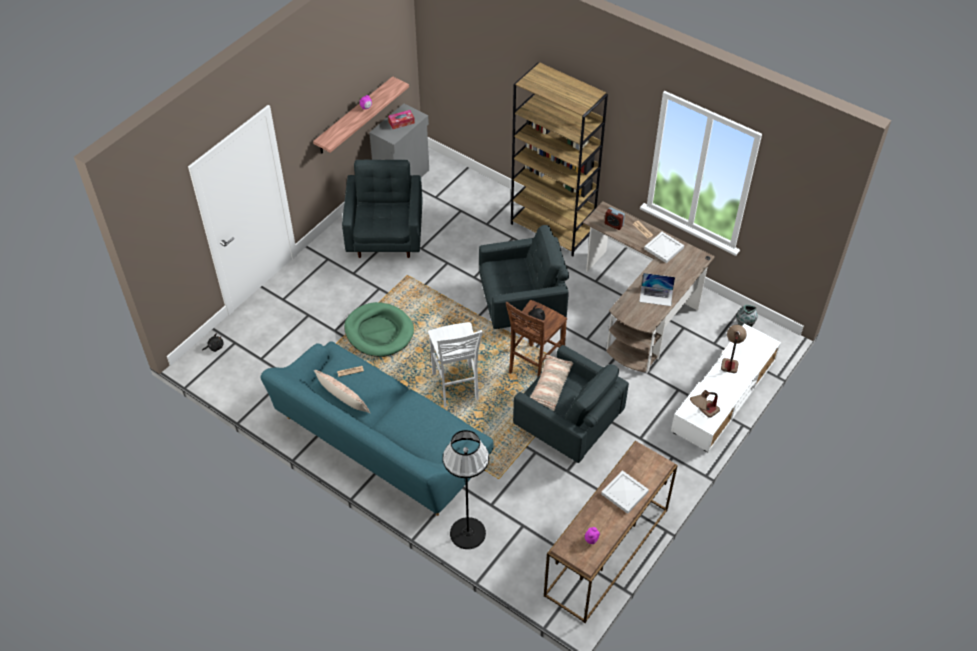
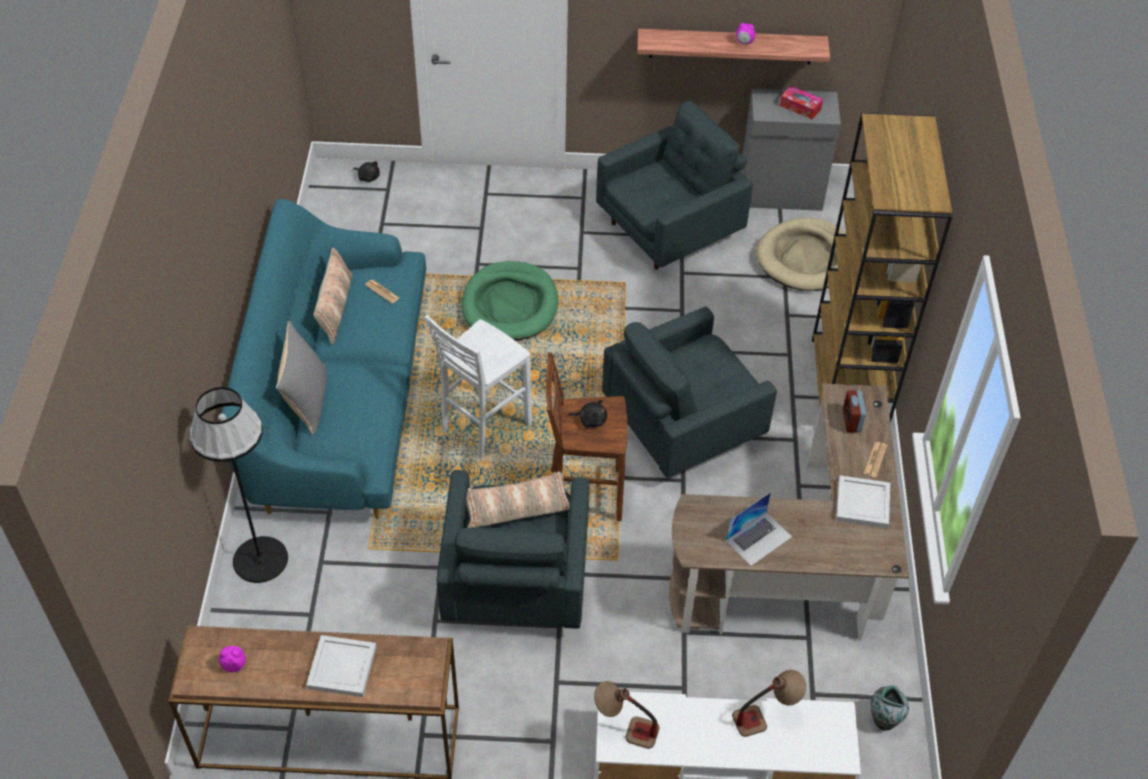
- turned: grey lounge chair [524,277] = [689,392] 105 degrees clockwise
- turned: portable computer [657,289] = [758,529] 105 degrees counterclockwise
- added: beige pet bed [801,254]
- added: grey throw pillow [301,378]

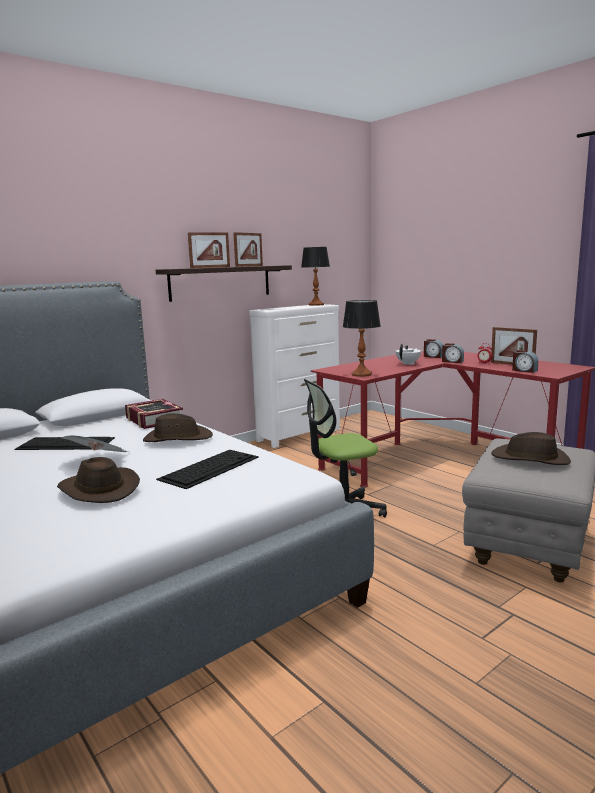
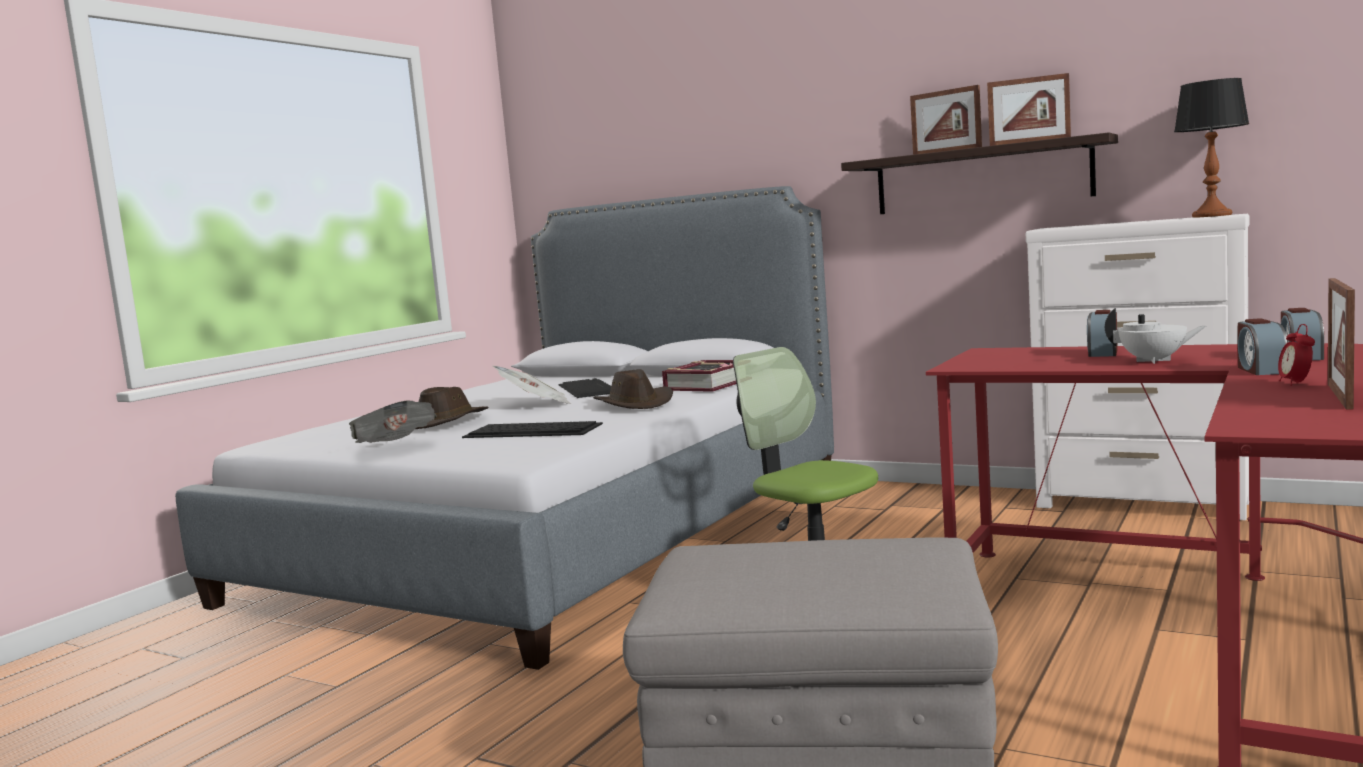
- removed: tabletop lamp [362,338]
- moved: table clock [525,361] to [1102,333]
- removed: brown-coloured clothing hat [531,448]
- added: newspaper [393,421]

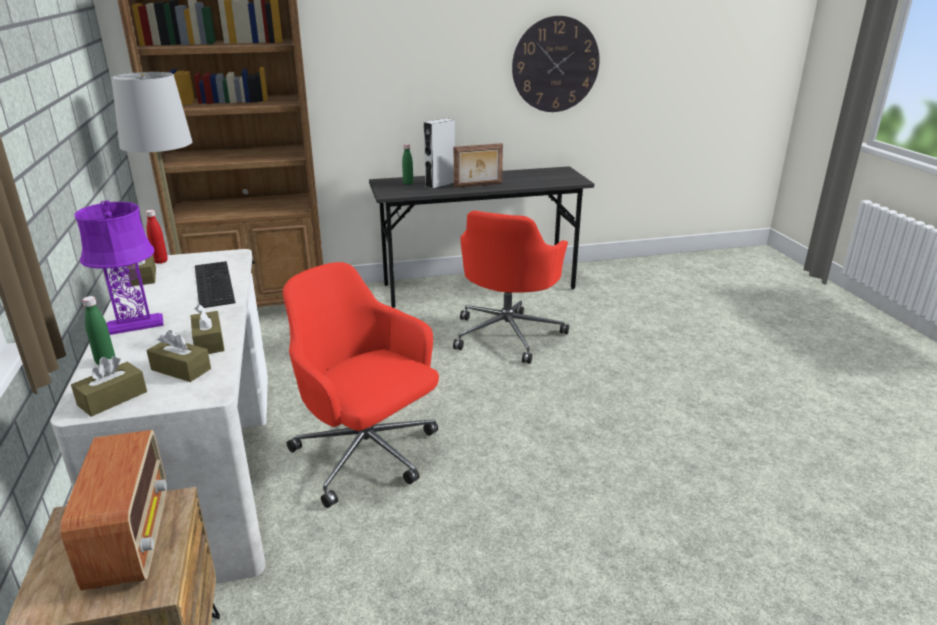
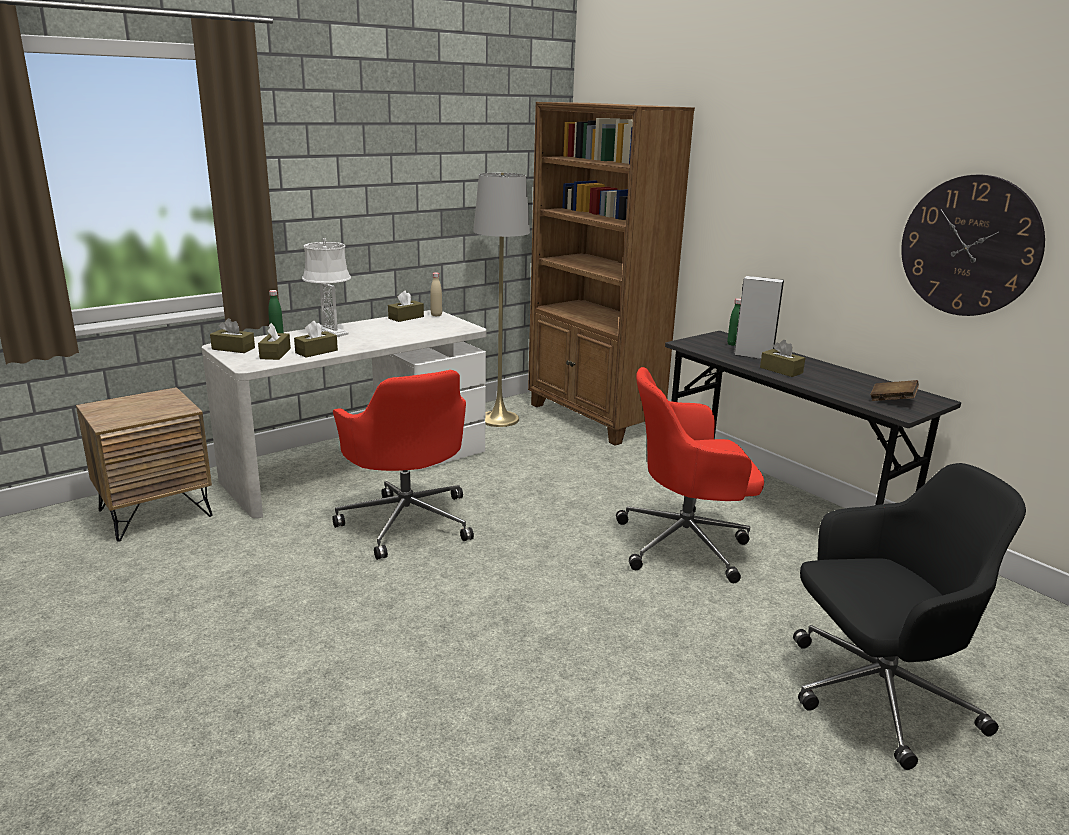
- replaced: picture frame [478,165] to brown-coloured box of tissues [782,358]
- recoloured: purple tabletop lamp [119,268] to white tabletop lamp [326,287]
- recoloured: red-coloured drink bottle [156,237] to beige drink bottle [436,294]
- removed: keyboard [215,284]
- turned: red-coloured office chair [361,385] = [403,465] 135 degrees clockwise
- removed: radio set [113,510]
- added: brown-coloured bound book [894,390]
- added: black office chair [909,616]

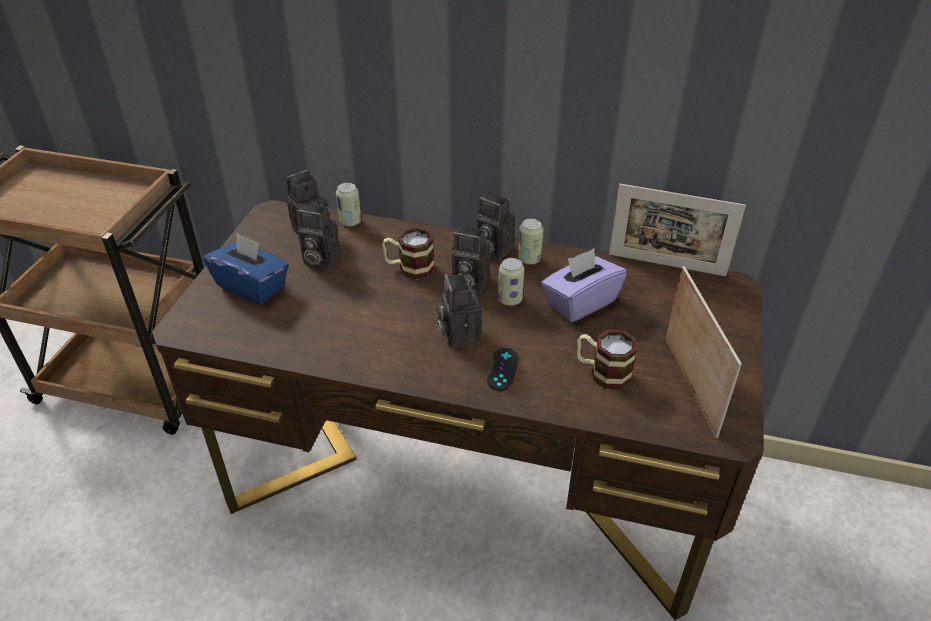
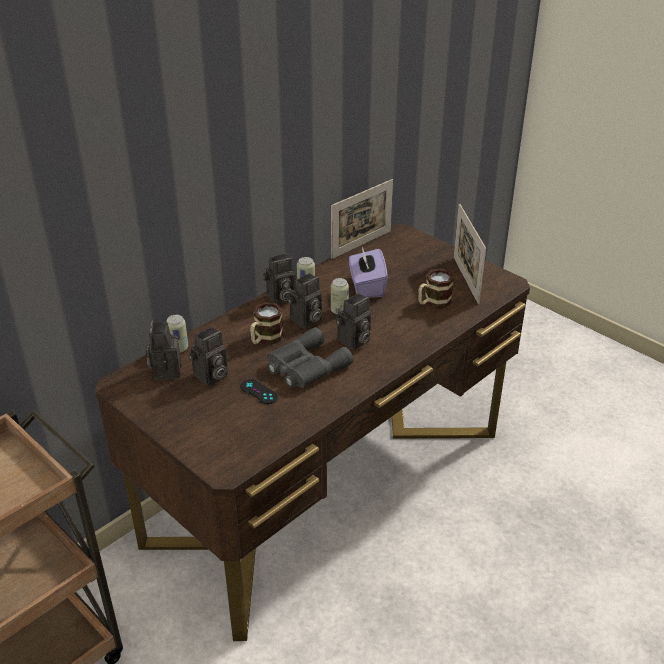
- removed: bluish box of tissues [246,269]
- turned: picture frame [704,352] = [470,254] 120 degrees counterclockwise
- turned: still camera [459,310] = [353,321] 60 degrees counterclockwise
- moved: black gamepad [503,369] to [259,391]
- added: grey binoculars [310,357]

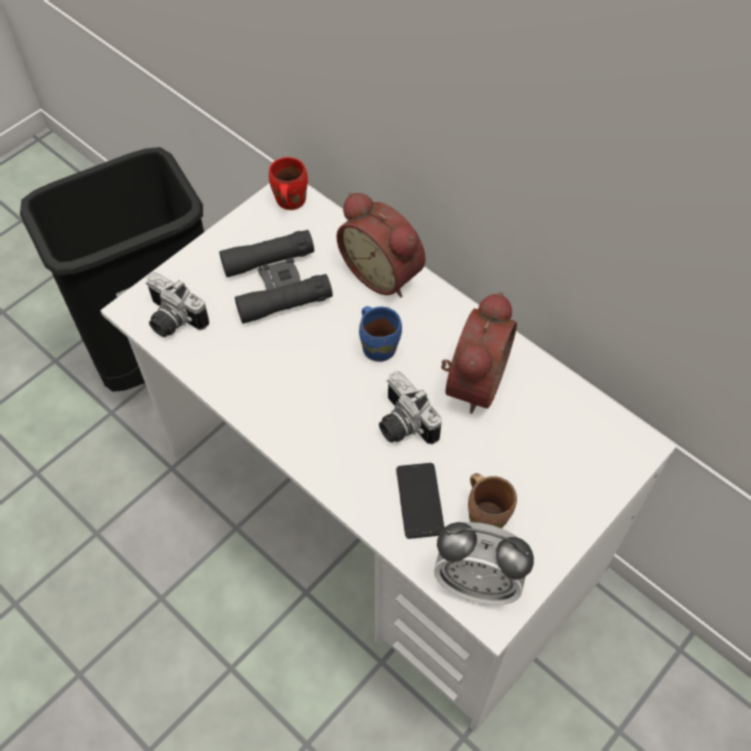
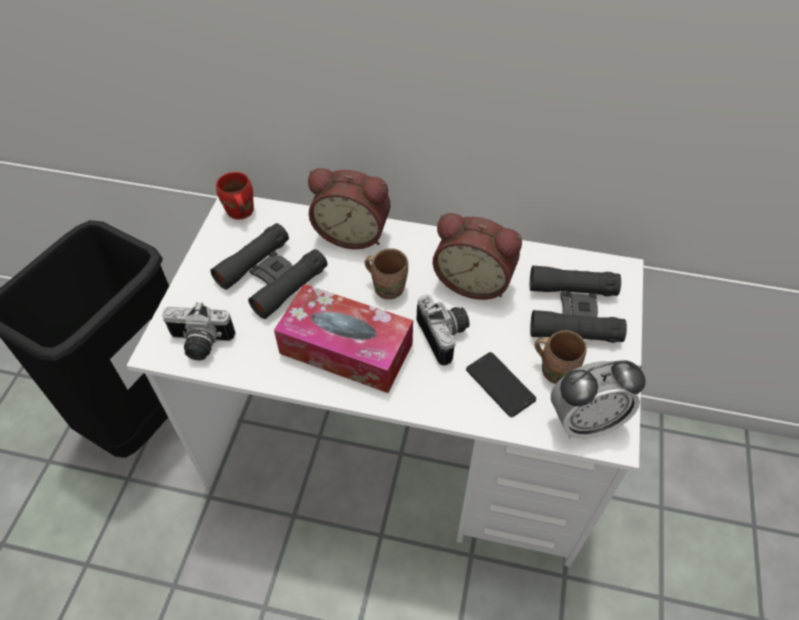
- turned: table clock [479,353] = [477,256] 120 degrees clockwise
- recoloured: bluish coffee mug [380,334] to brown-coloured coffee mug [386,274]
- turned: still camera [410,407] = [443,330] 135 degrees counterclockwise
- added: black binoculars [578,304]
- added: box of tissues [343,338]

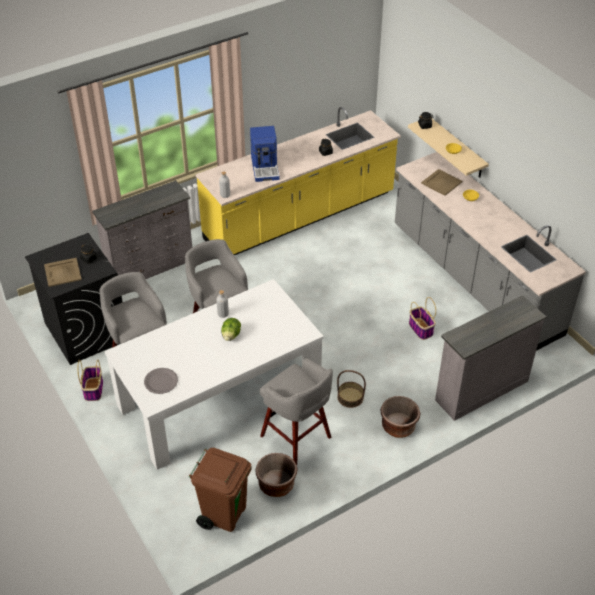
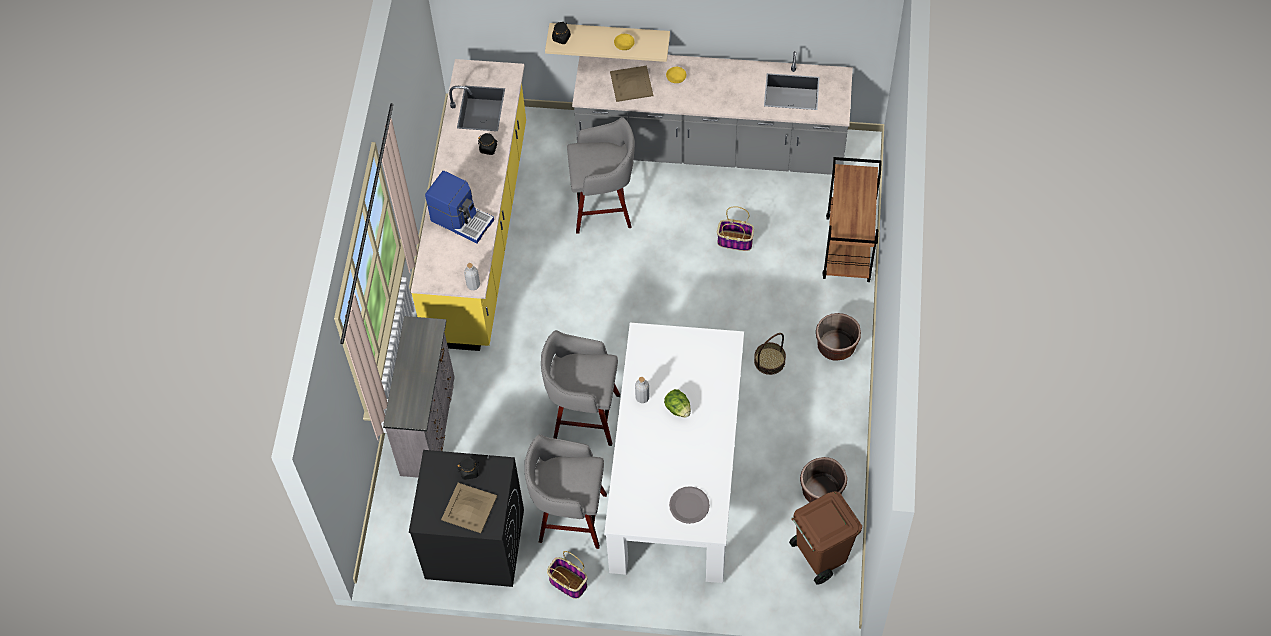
- replaced: grey dresser [490,358] to brown-coloured trolley [852,219]
- moved: grey sitting stool [296,411] to [601,175]

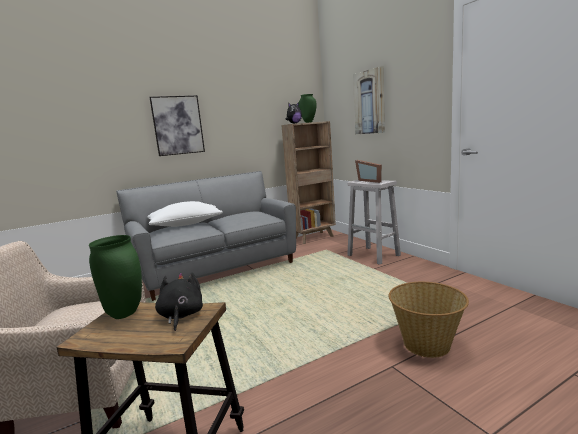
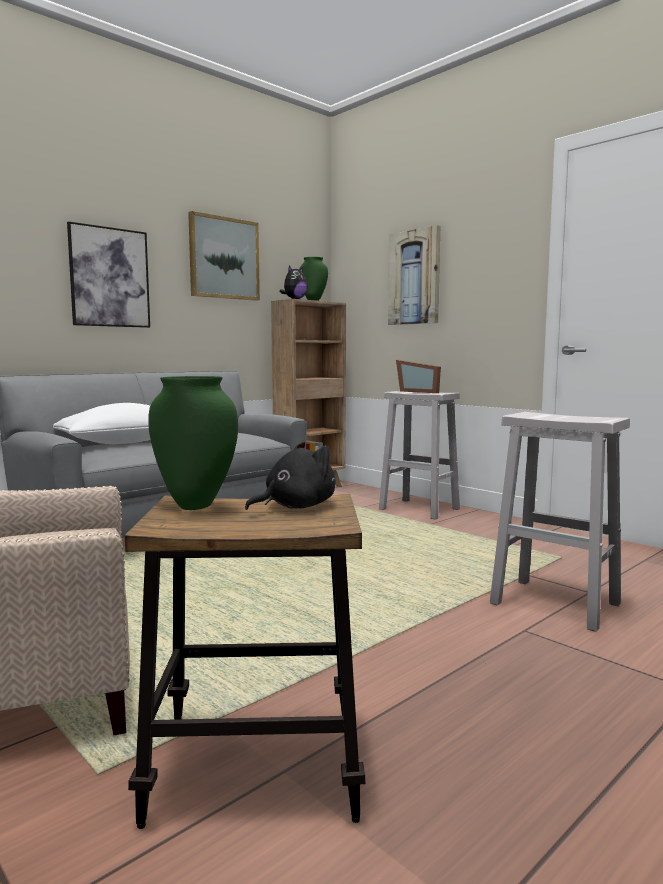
- turned: black cuddly toy [179,301] = [290,476] 75 degrees clockwise
- replaced: basket [429,320] to white sitting stool [560,522]
- added: wall picture [224,256]

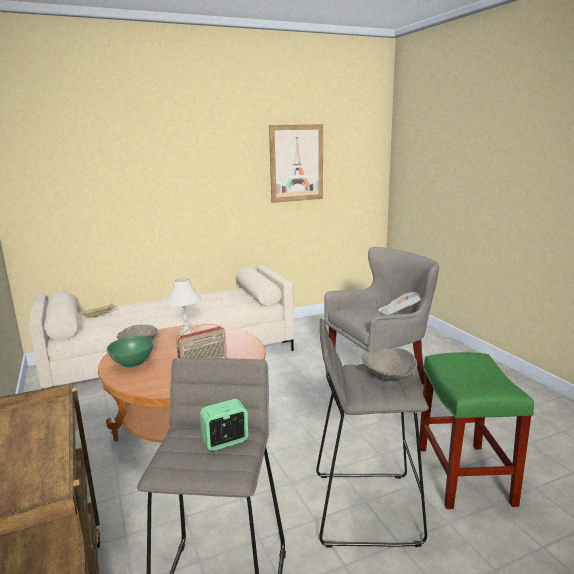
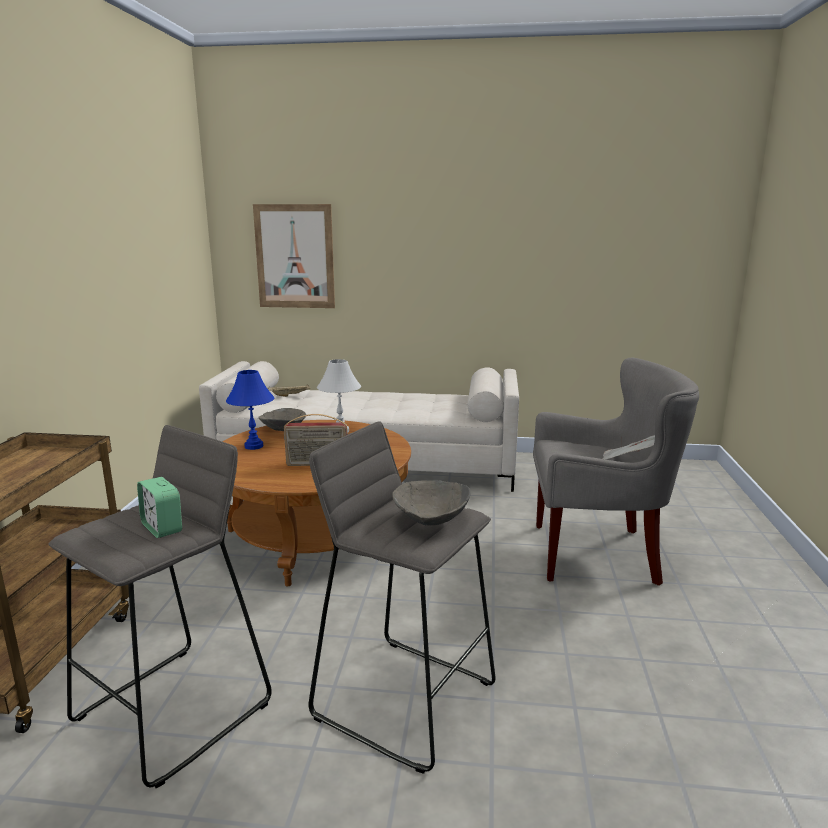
- moved: wall picture [296,163] to [294,256]
- replaced: greenish deep dish [130,352] to bluish tabletop lamp [250,410]
- removed: greenish sitting stool [476,430]
- turned: table clock [224,425] = [159,507] 135 degrees counterclockwise

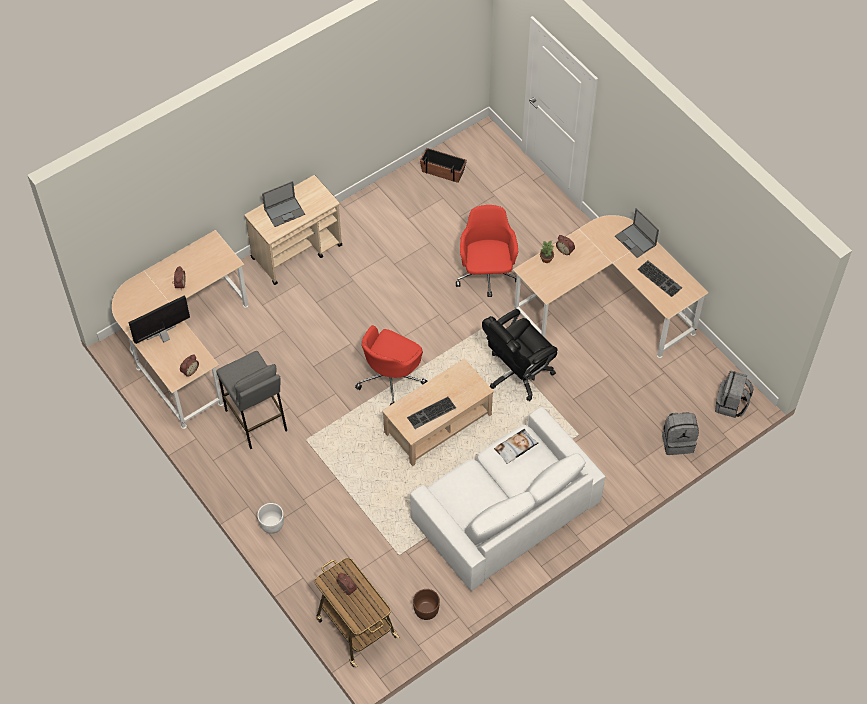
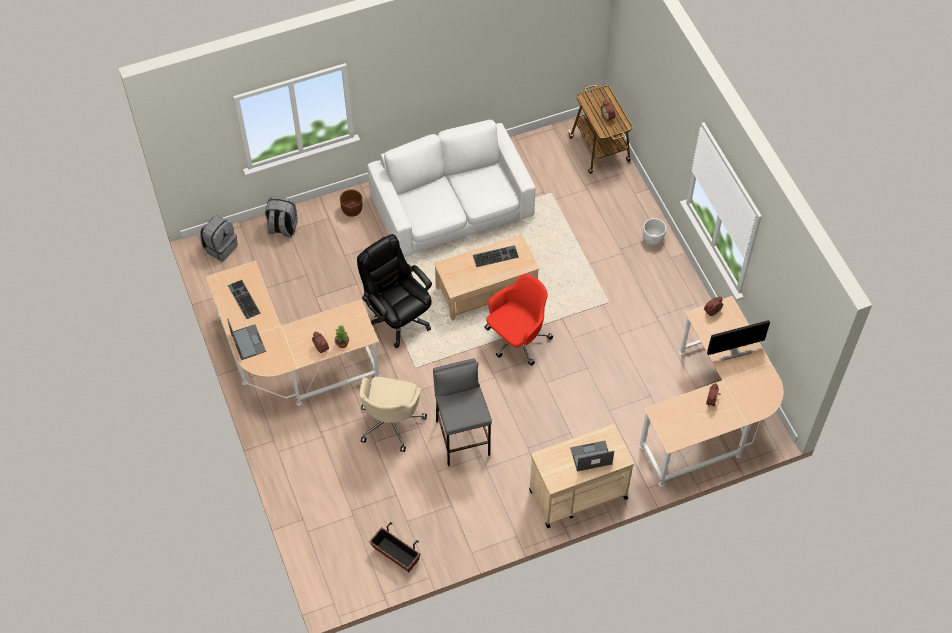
- recoloured: red-coloured office chair [487,251] to beige office chair [393,414]
- turned: black office chair [520,355] = [394,291] 105 degrees counterclockwise
- moved: grey sitting stool [251,400] to [462,412]
- removed: throw pillow [516,446]
- moved: brown-coloured plant pot [426,604] to [351,203]

